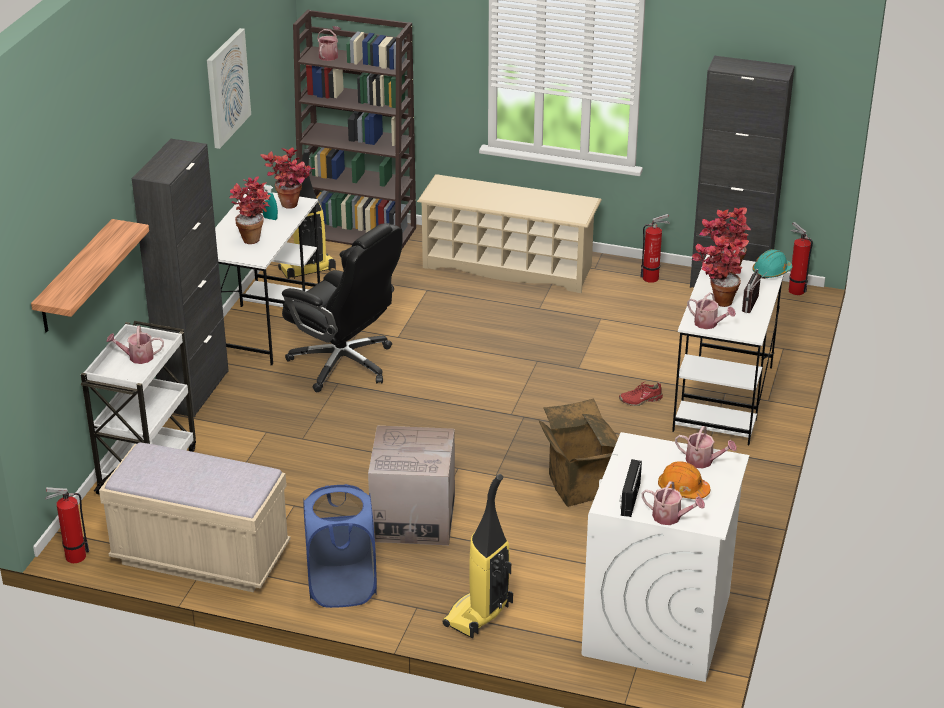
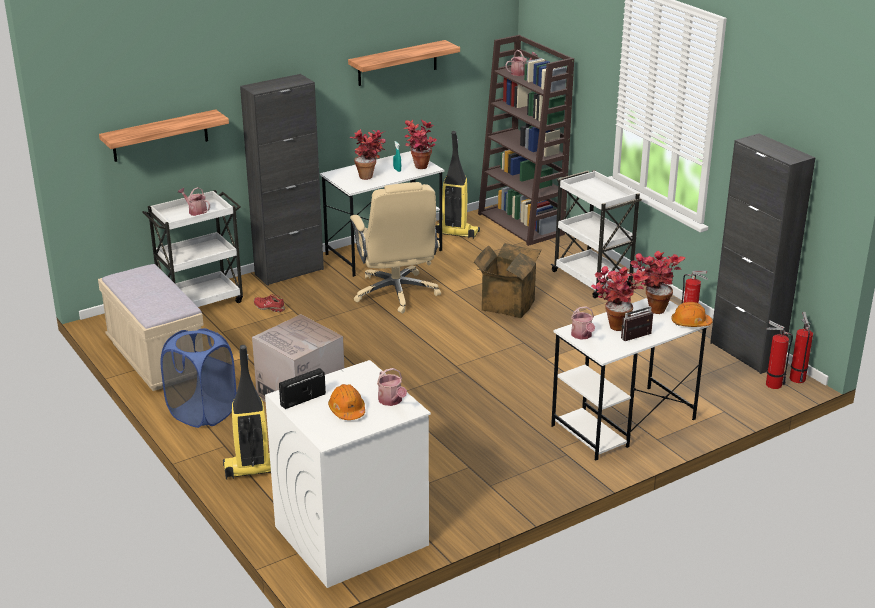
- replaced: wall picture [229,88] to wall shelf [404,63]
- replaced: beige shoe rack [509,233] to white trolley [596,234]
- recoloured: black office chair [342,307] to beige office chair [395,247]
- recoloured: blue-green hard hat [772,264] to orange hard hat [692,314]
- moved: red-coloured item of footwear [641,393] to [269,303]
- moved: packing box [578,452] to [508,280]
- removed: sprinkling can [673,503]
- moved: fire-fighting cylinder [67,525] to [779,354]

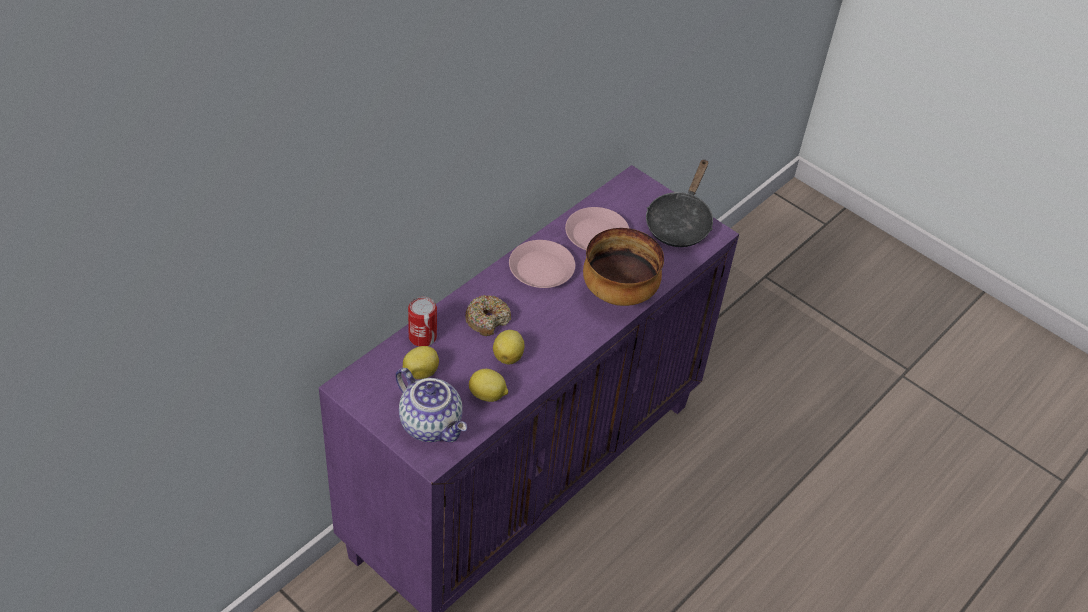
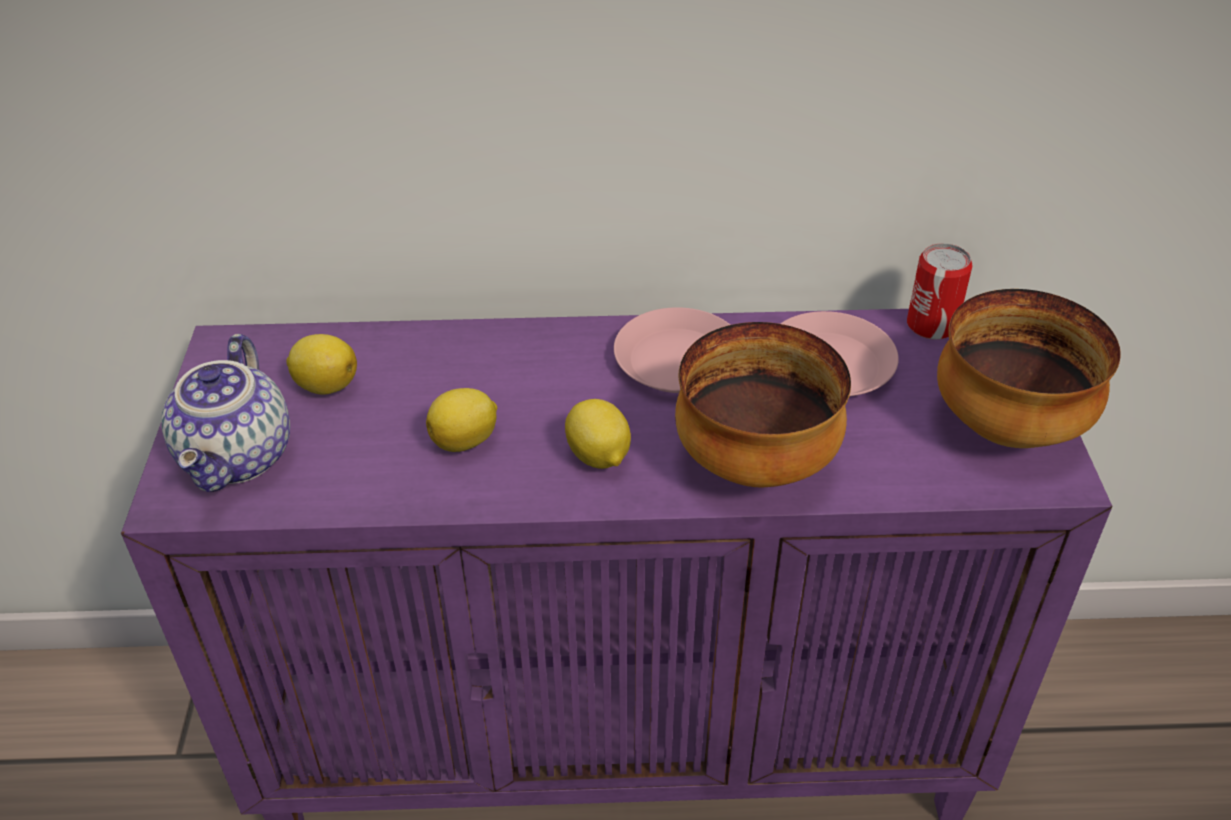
- replaced: black frying pan [679,203] to deep dish [1029,368]
- removed: donut [488,315]
- moved: metal can [422,321] to [940,291]
- moved: whole lemon [488,385] to [598,434]

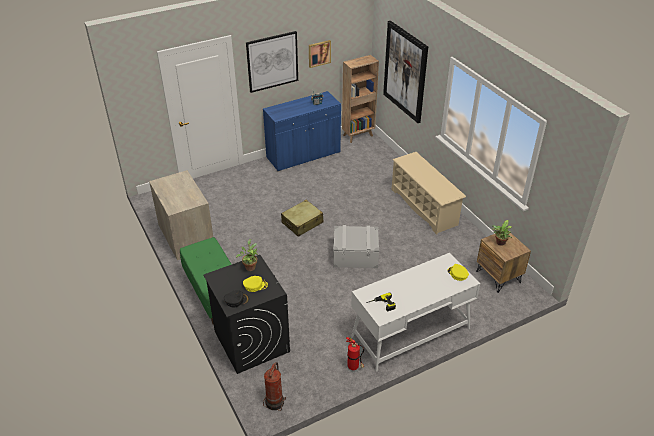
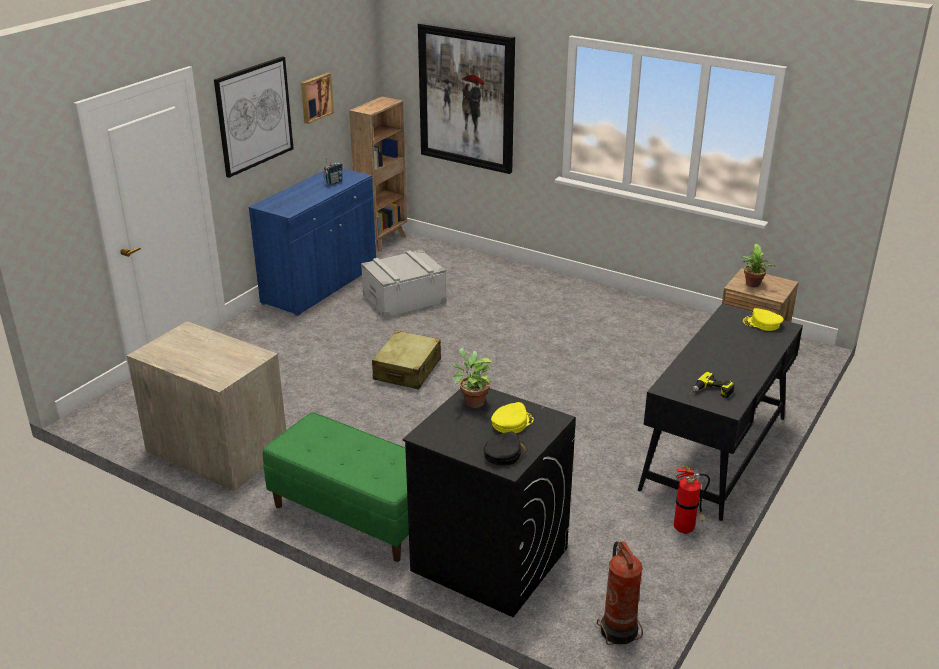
- removed: beige shoe rack [428,193]
- moved: grey storage bin [356,246] to [403,284]
- recoloured: white desk table [415,312] to black desk table [720,412]

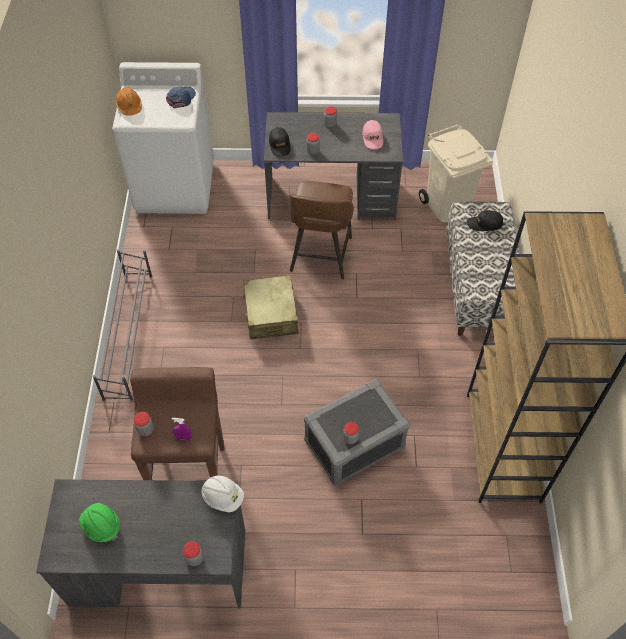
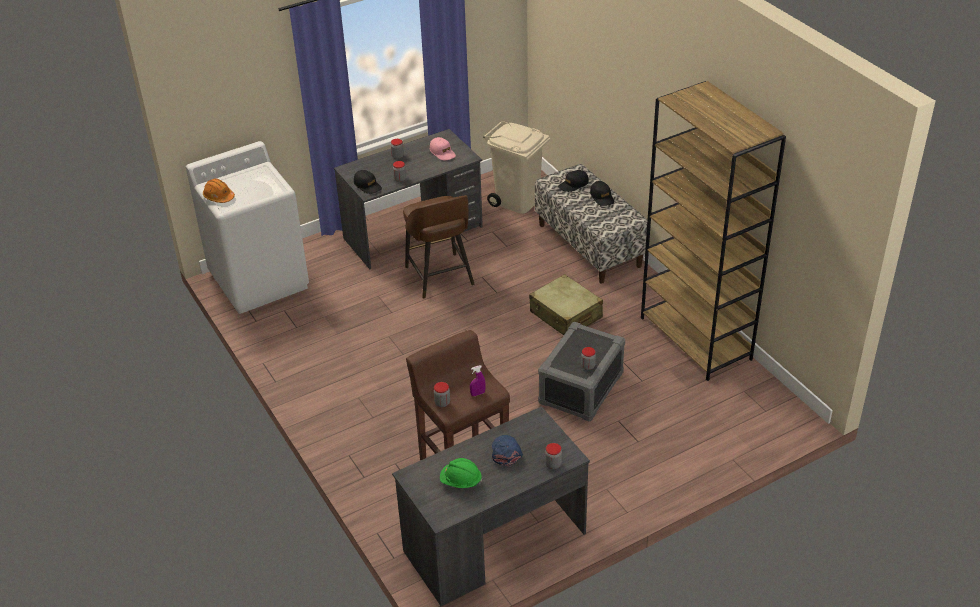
- moved: bluish baseball cap [181,97] to [507,451]
- removed: grey shoe rack [123,325]
- moved: beige piece of luggage [270,307] to [566,304]
- removed: white hard hat [222,494]
- added: black baseball cap [602,193]

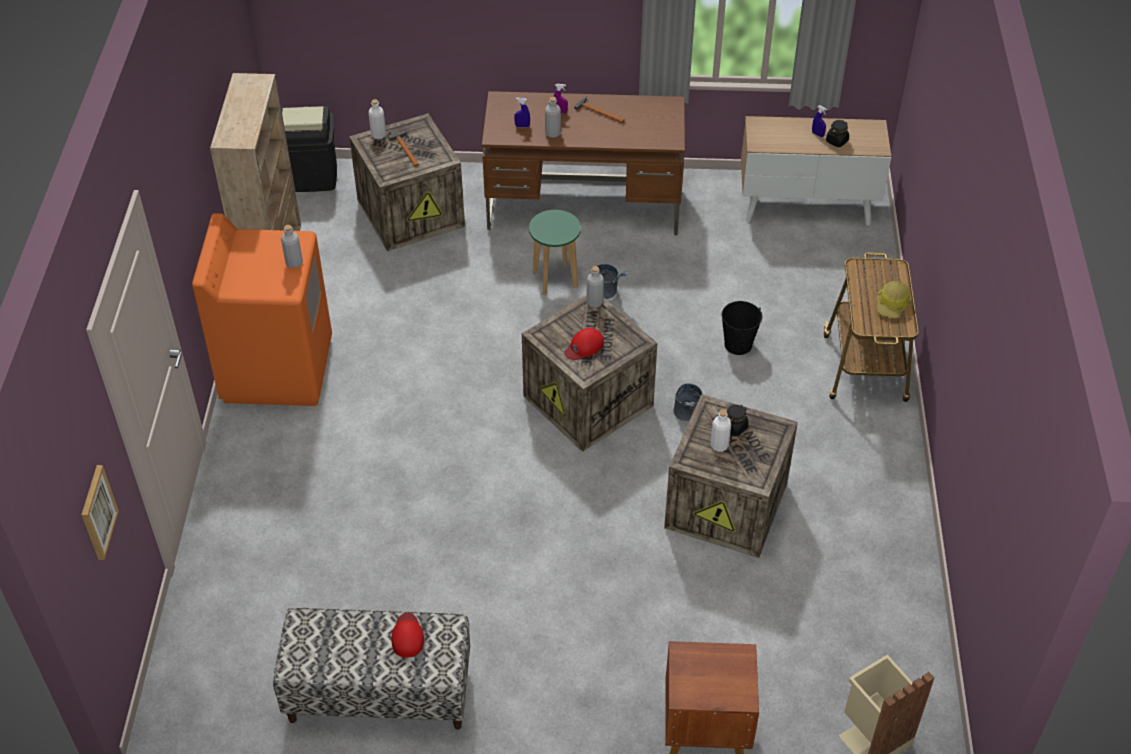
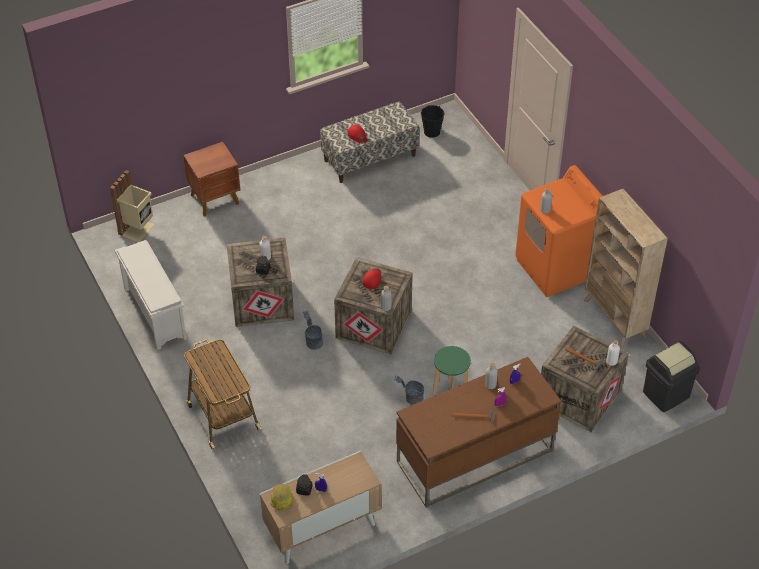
- moved: hard hat [894,299] to [282,497]
- moved: black pail [742,328] to [433,121]
- removed: wall picture [100,512]
- added: white shoe rack [151,295]

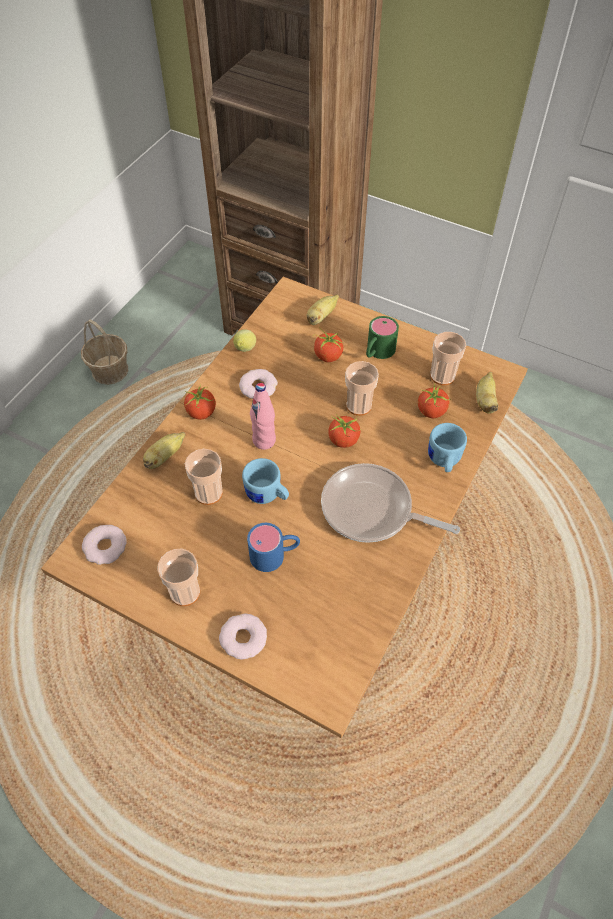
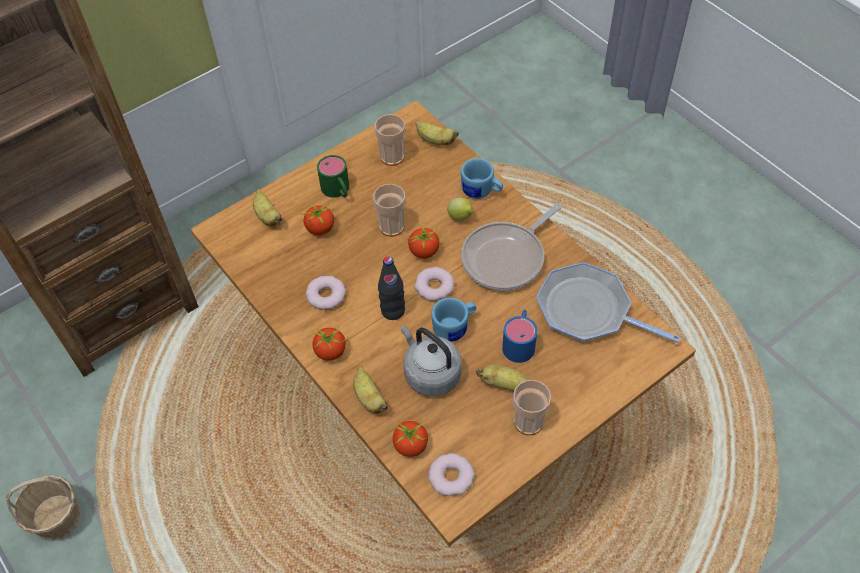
- moved: whole lemon [244,341] to [460,209]
- recoloured: pink-coloured drink bottle [263,416] to black drink bottle [391,288]
- moved: whole tomato [434,400] to [411,438]
- replaced: drinking cup [204,477] to grey water kettle [431,360]
- moved: donut [243,636] to [434,284]
- added: frying pan [609,302]
- added: whole banana [502,378]

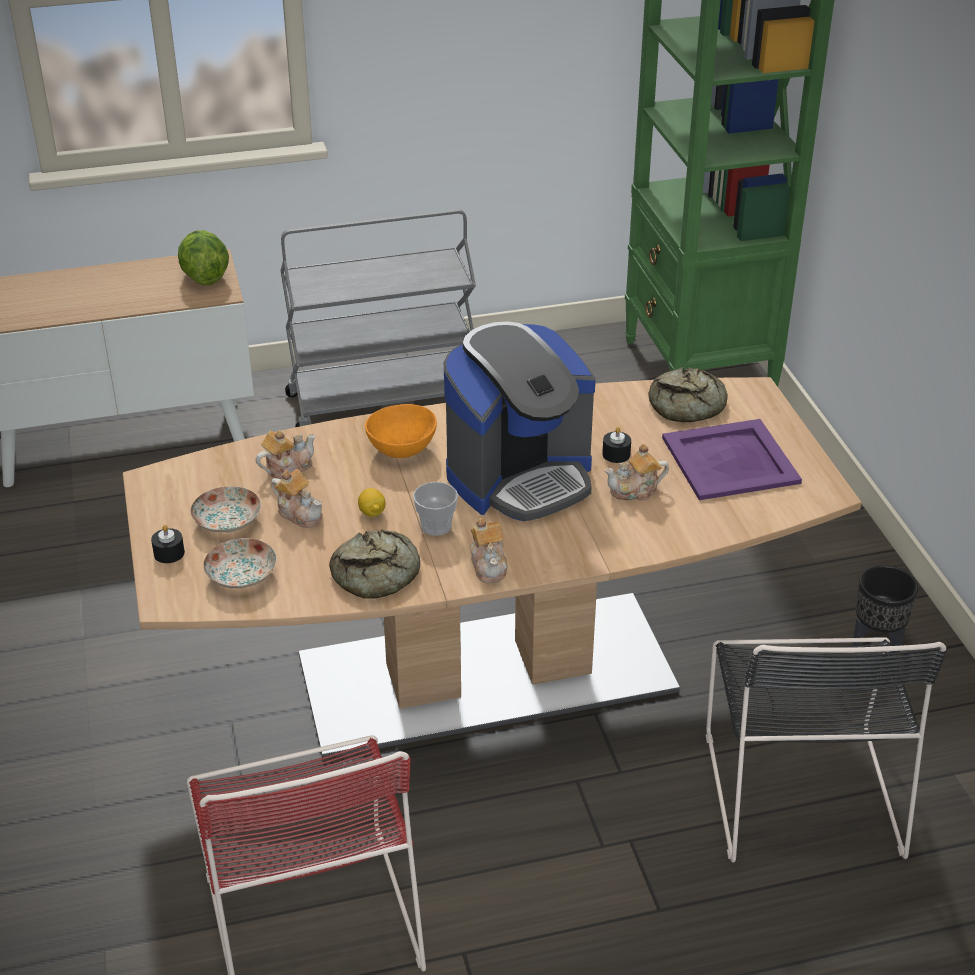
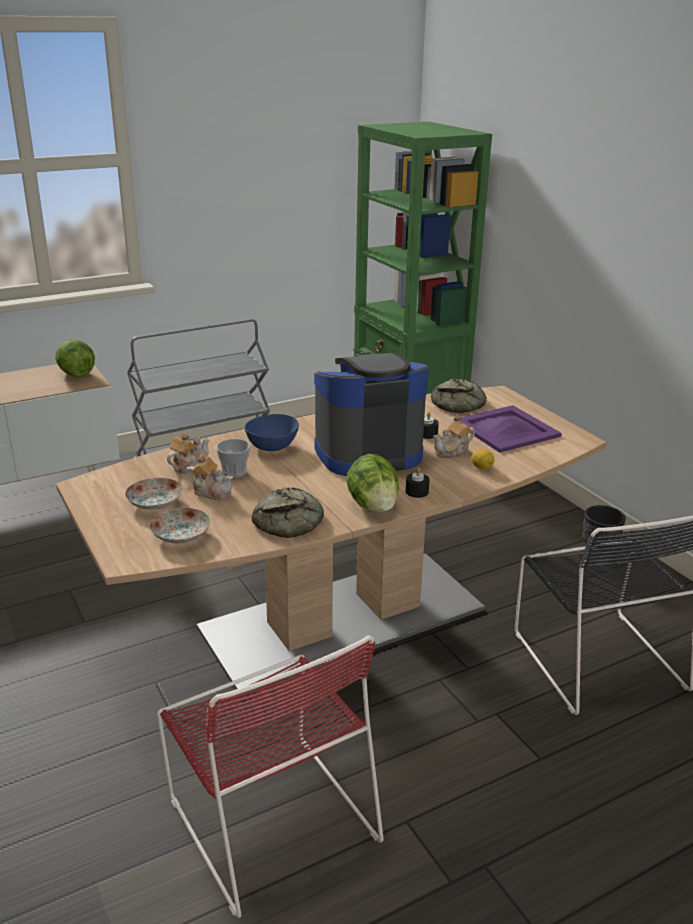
- turned: coffee machine [520,421] = [371,414] 150 degrees counterclockwise
- recoloured: orange deep dish [401,431] to bluish deep dish [272,432]
- moved: drinking cup [435,509] to [233,458]
- moved: whole lemon [371,502] to [482,459]
- replaced: pot for tea [489,550] to lettuce head [372,483]
- moved: black wax light [168,544] to [418,482]

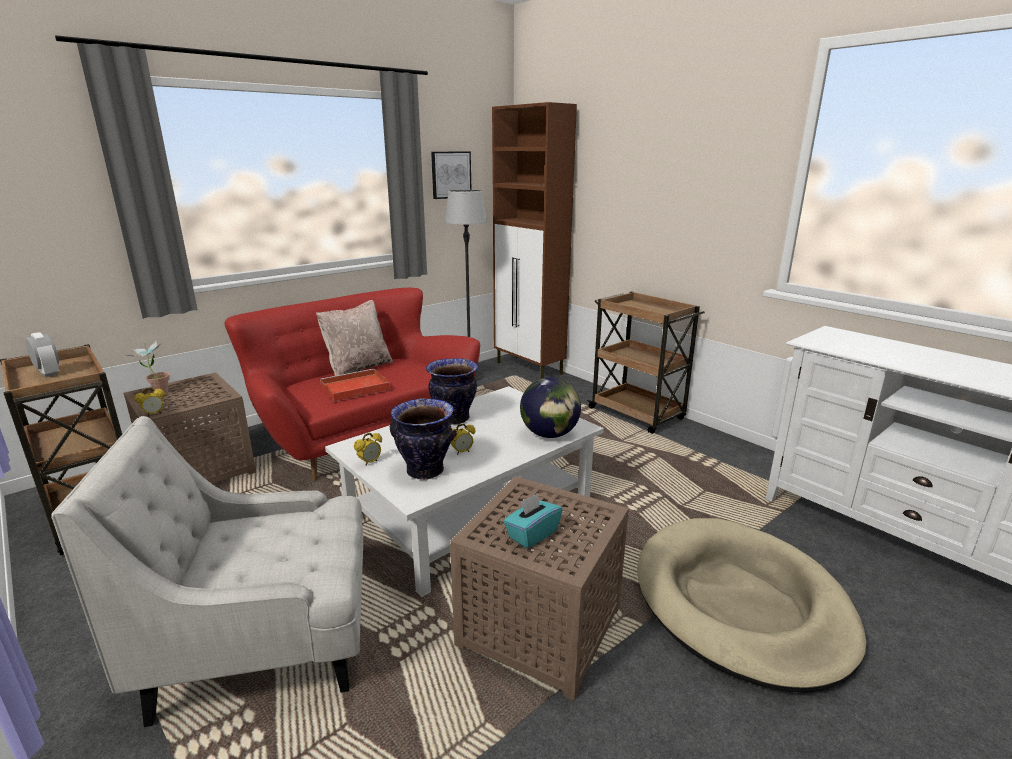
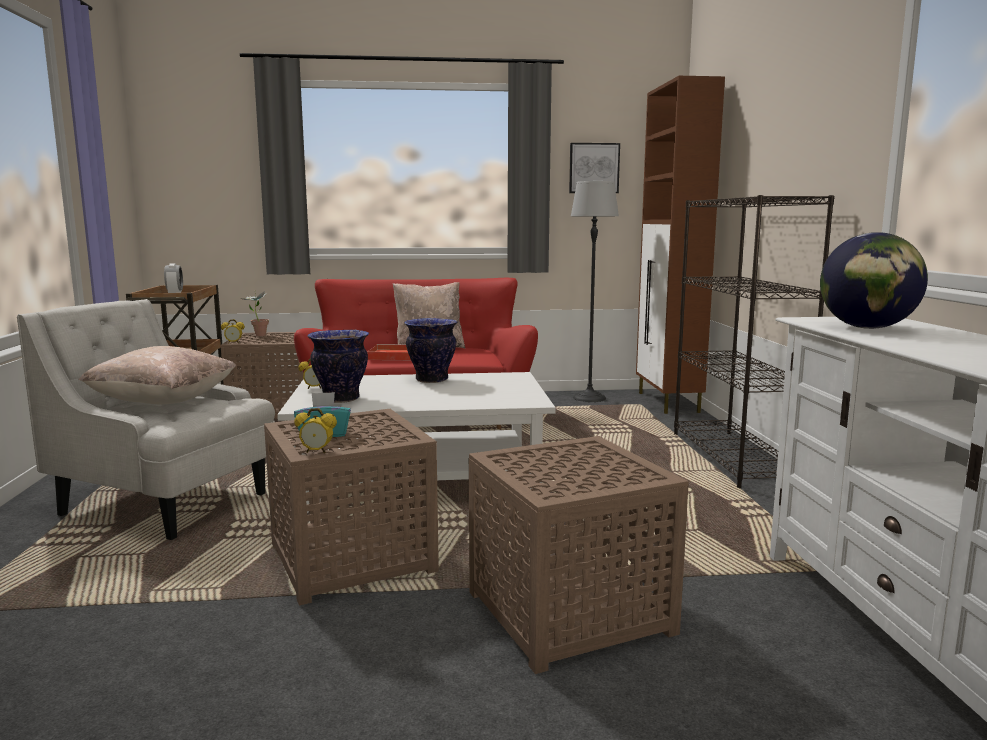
- replaced: brown-coloured trolley [646,363] to black bookshelf [754,341]
- moved: world globe [550,407] to [874,280]
- moved: table clock [463,439] to [315,430]
- replaced: beige pet bed [752,605] to brown-coloured end table [579,555]
- added: beige throw pillow [157,375]

